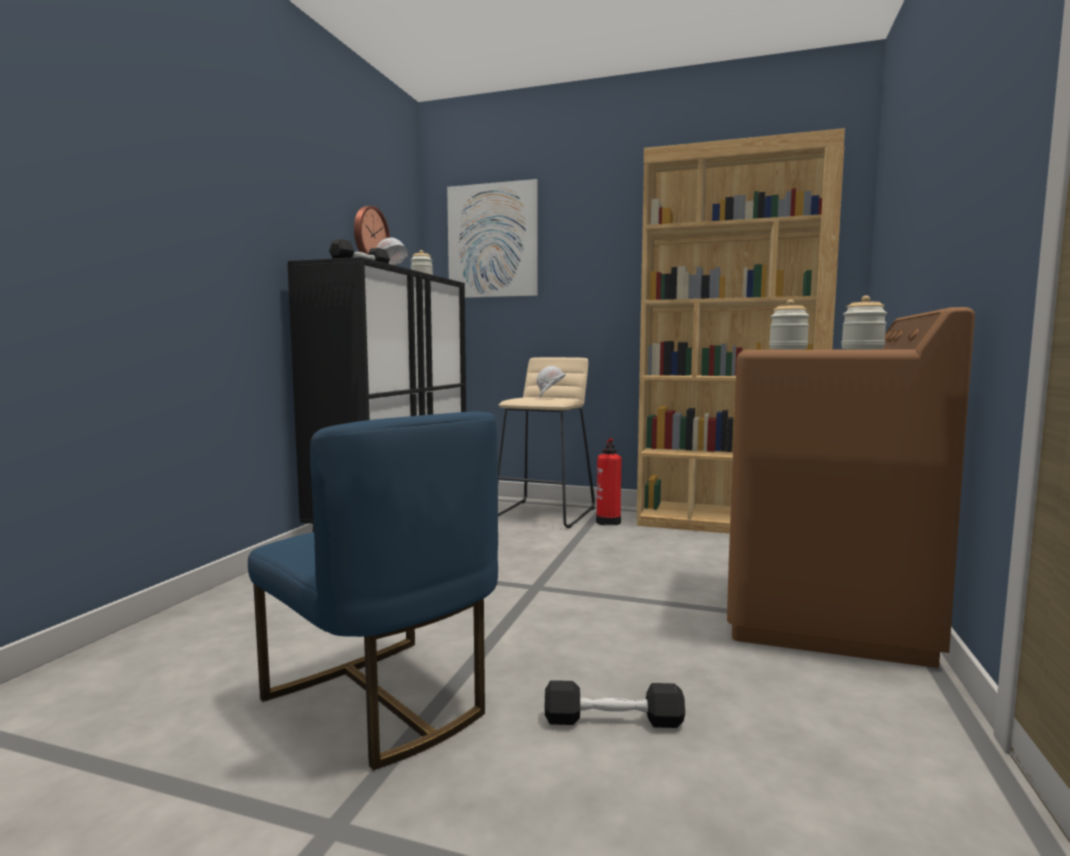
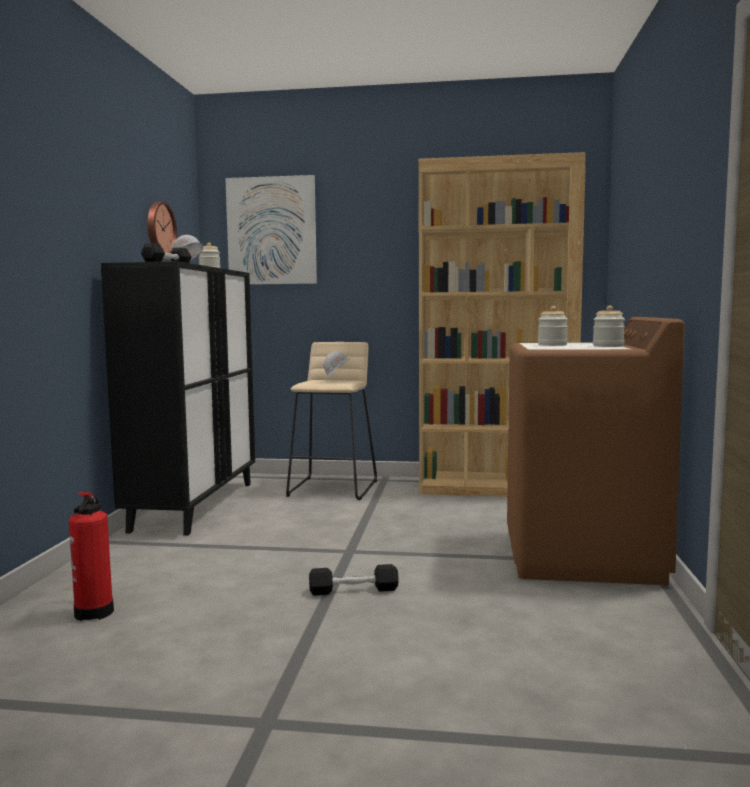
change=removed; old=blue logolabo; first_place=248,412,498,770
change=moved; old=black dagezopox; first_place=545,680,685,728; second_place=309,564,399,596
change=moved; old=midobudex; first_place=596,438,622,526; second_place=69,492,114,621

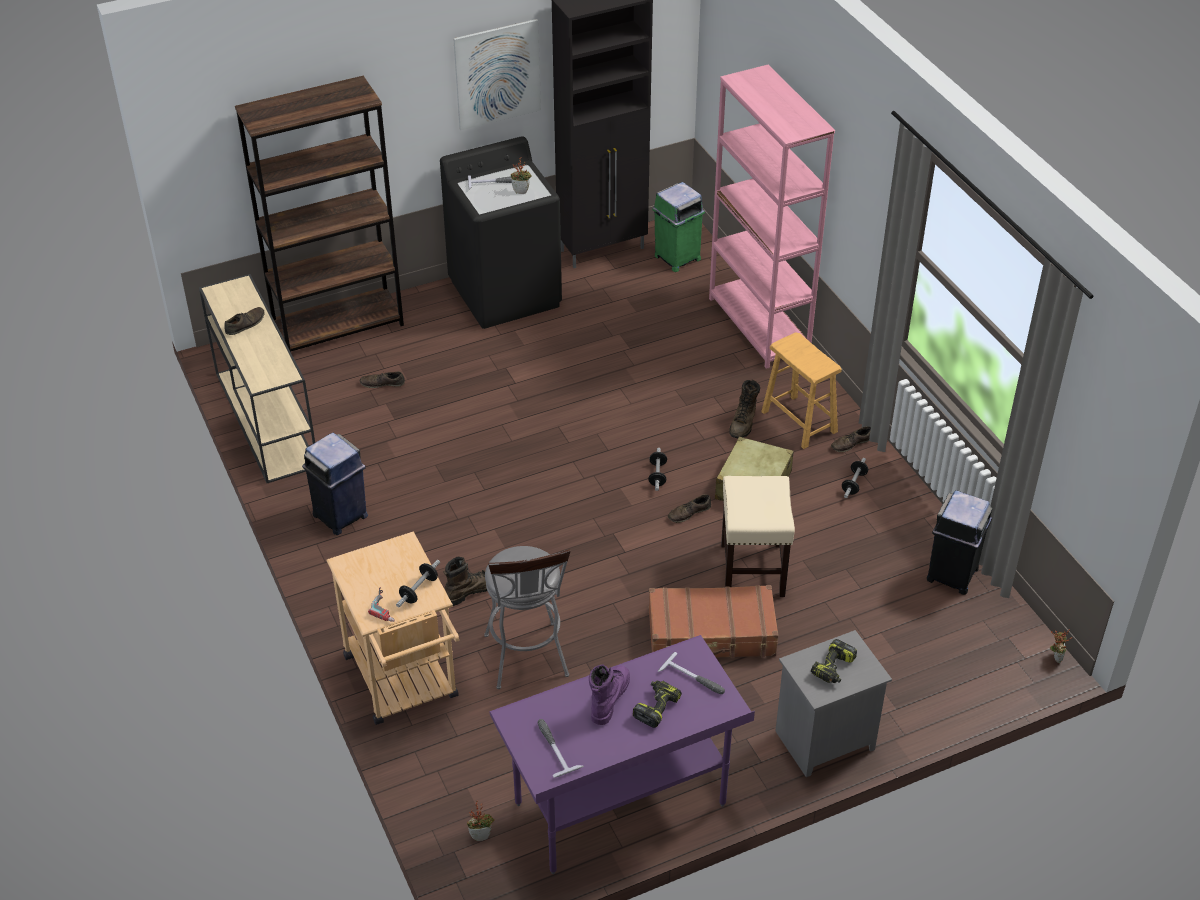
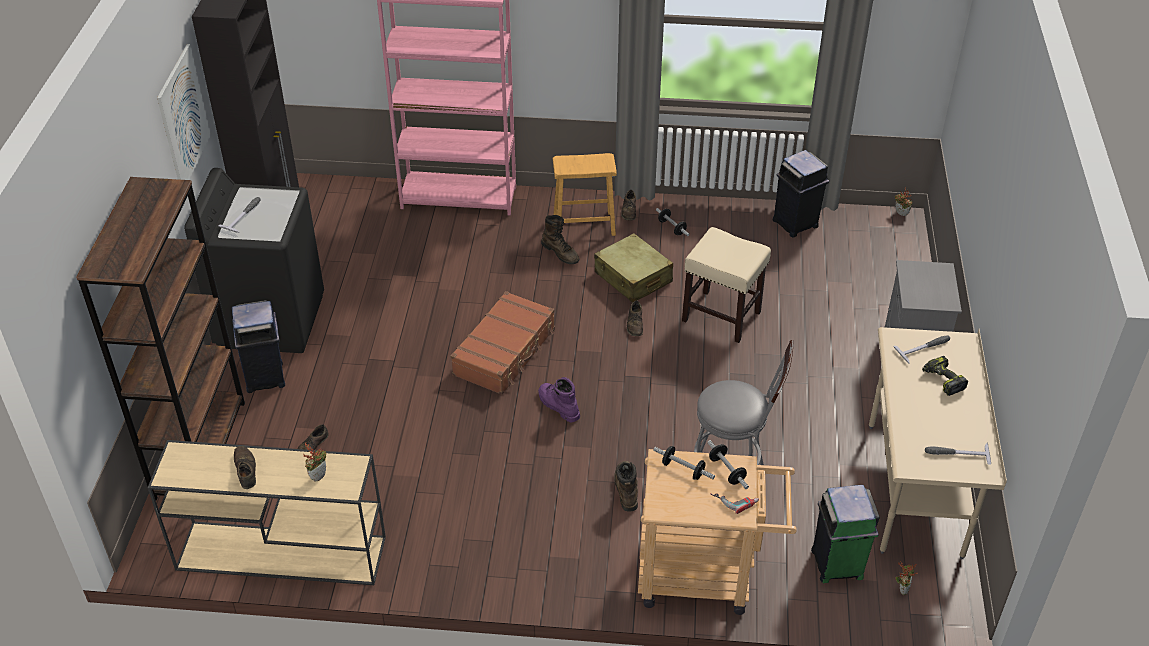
change=moved; old=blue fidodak; first_place=302,433,368,535; second_place=232,300,285,393
change=recoloured; old=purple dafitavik; new=beige dafitavik; first_place=489,635,755,874; second_place=869,327,1007,559
change=moved; old=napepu; first_place=511,157,532,194; second_place=304,442,326,482
change=moved; old=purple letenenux; first_place=589,664,630,725; second_place=538,377,580,422
change=moved; old=dagezopox; first_place=648,448,667,491; second_place=653,446,715,480
change=moved; old=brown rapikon; first_place=649,585,778,658; second_place=451,291,555,395
change=moved; old=green fidodak; first_place=652,182,705,272; second_place=811,485,880,583
change=removed; old=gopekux; first_place=811,639,857,683

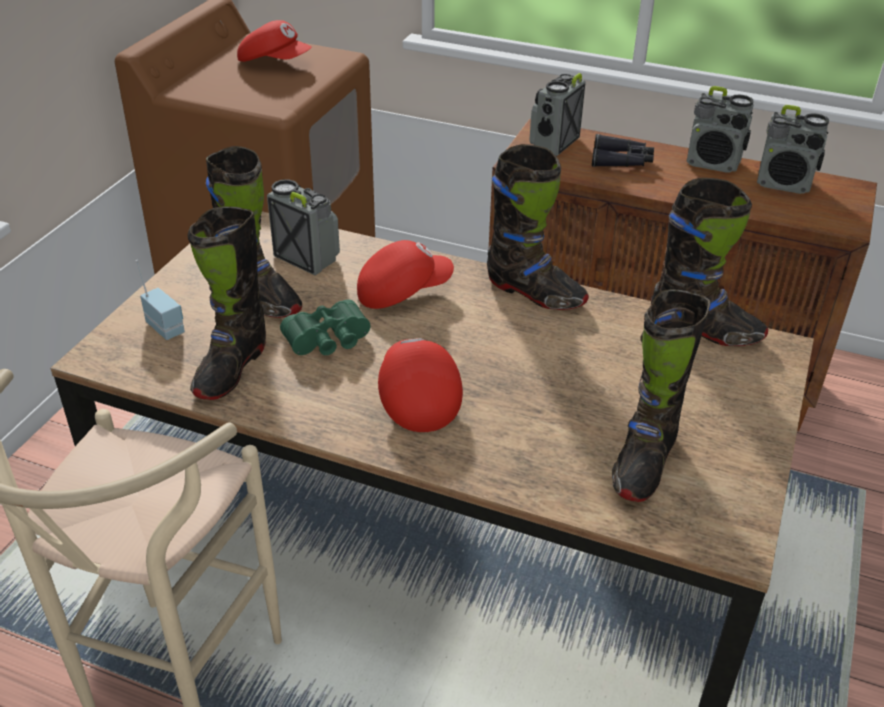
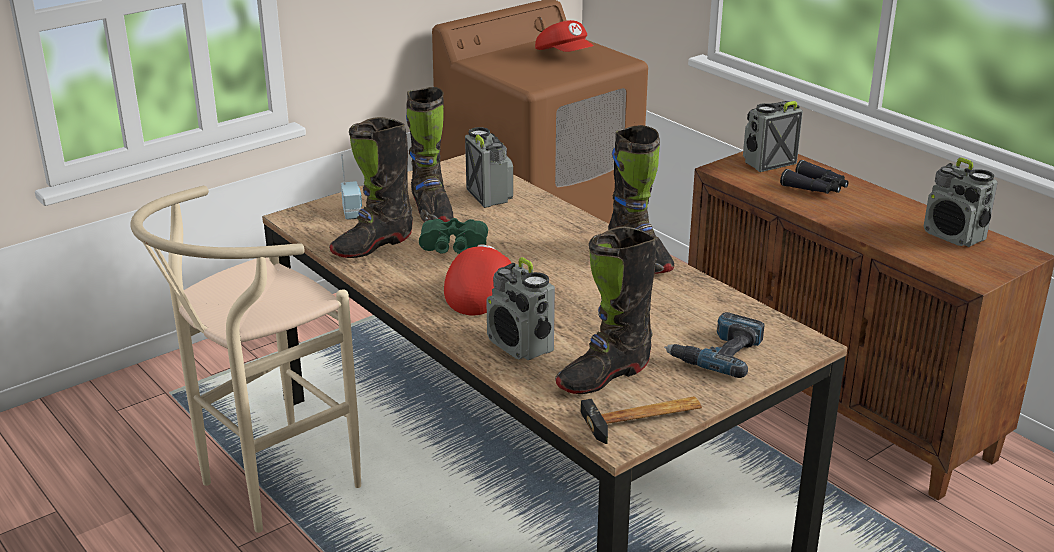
change=removed; old=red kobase; first_place=357,240,454,309
change=removed; old=black letenenux; first_place=651,178,768,346
change=moved; old=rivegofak; first_place=687,86,754,172; second_place=486,257,555,360
change=added; new=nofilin; second_place=580,396,702,444
change=added; new=gopekux; second_place=664,312,765,378

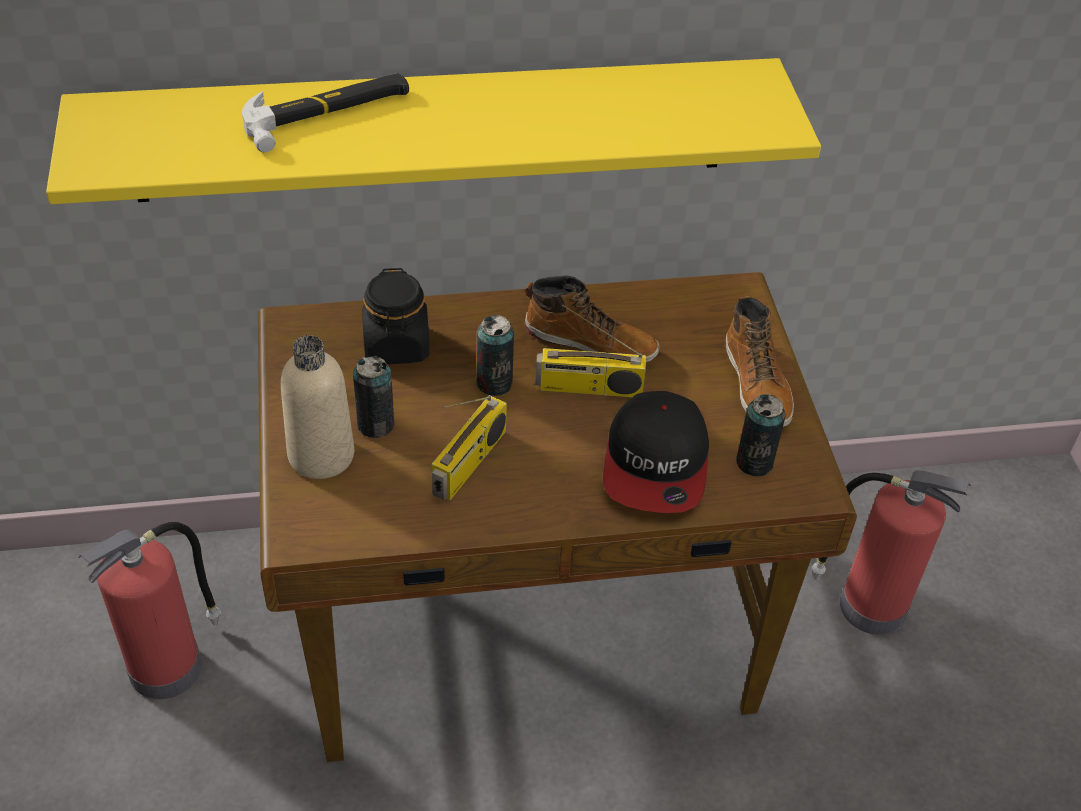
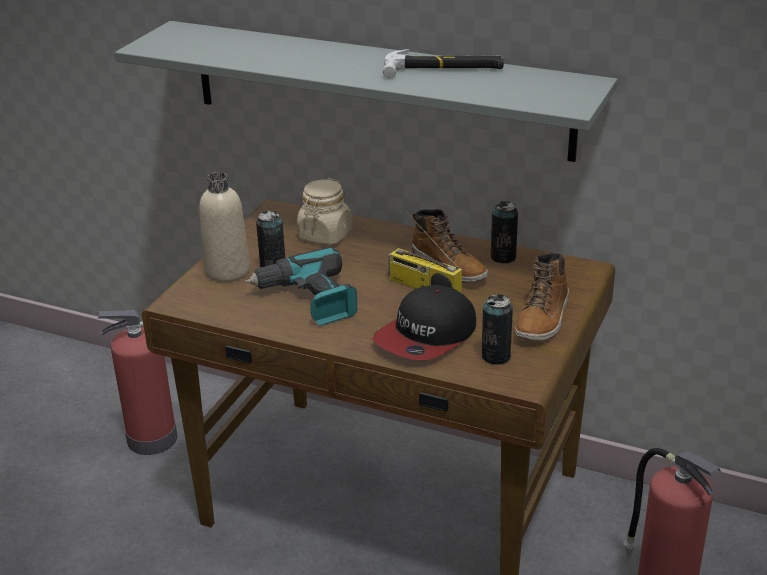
change=recoloured; old=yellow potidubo; new=grey potidubo; first_place=46,58,821,204; second_place=115,21,618,162
change=moved; old=nofilin; first_place=242,73,409,152; second_place=383,49,504,78
change=recoloured; old=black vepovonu; new=beige vepovonu; first_place=362,268,429,364; second_place=297,178,353,245
change=replaced; old=rivegofak; new=gopekux; first_place=432,395,507,500; second_place=245,247,357,325
change=moved; old=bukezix; first_place=477,315,514,396; second_place=491,201,518,263

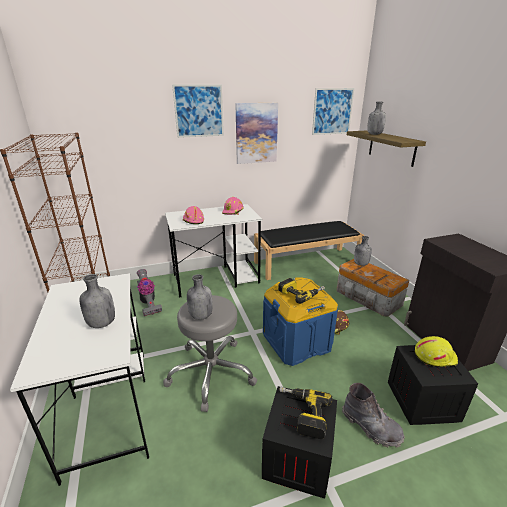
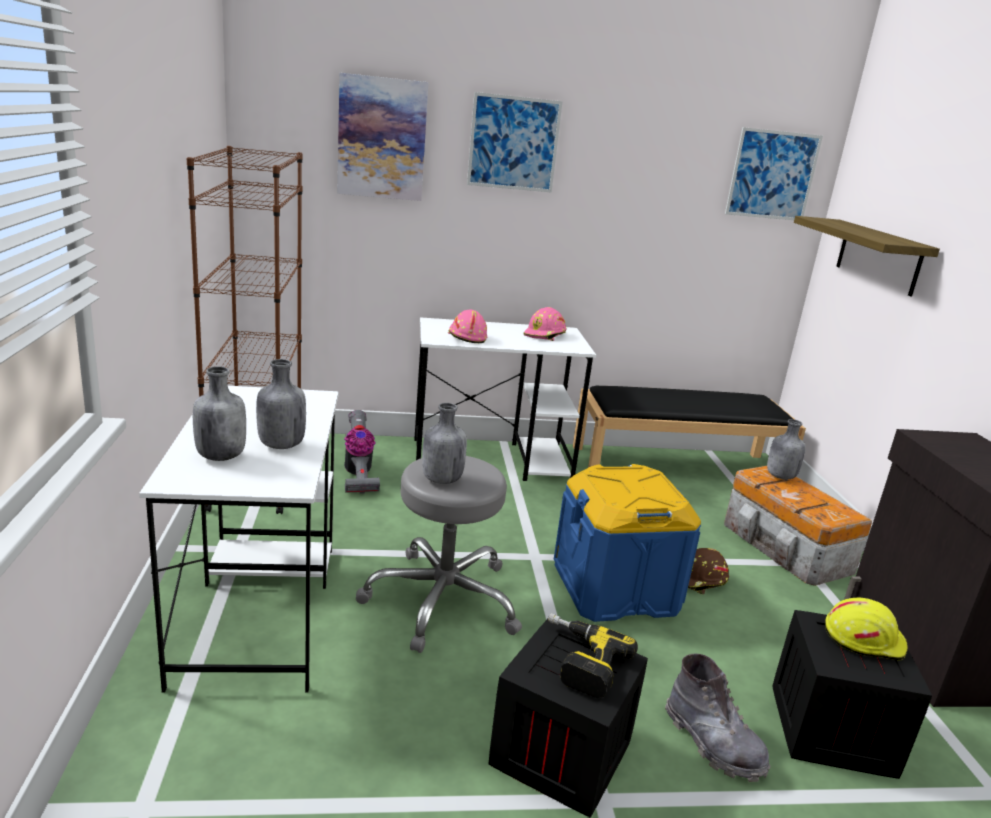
change=moved; old=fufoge; first_place=235,103,278,164; second_place=337,73,428,201
change=removed; old=gopekux; first_place=278,278,325,304
change=moved; old=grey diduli; first_place=367,102,386,135; second_place=193,366,246,461

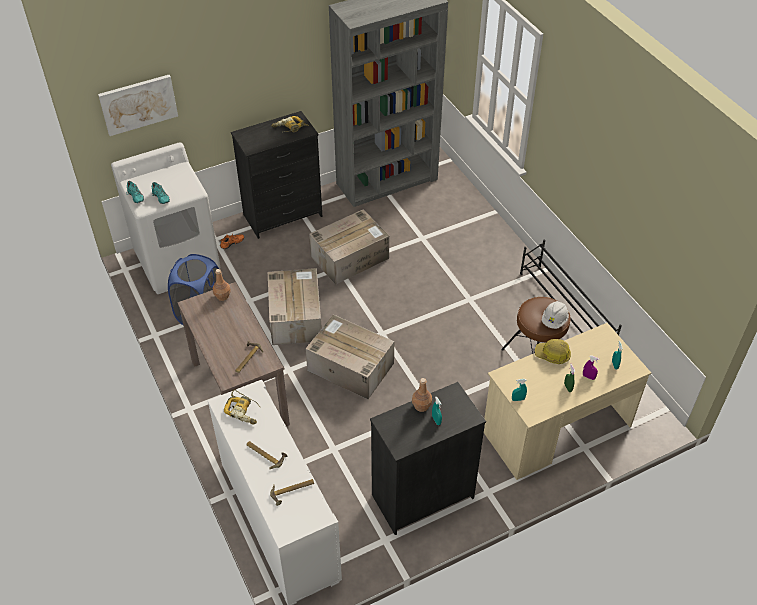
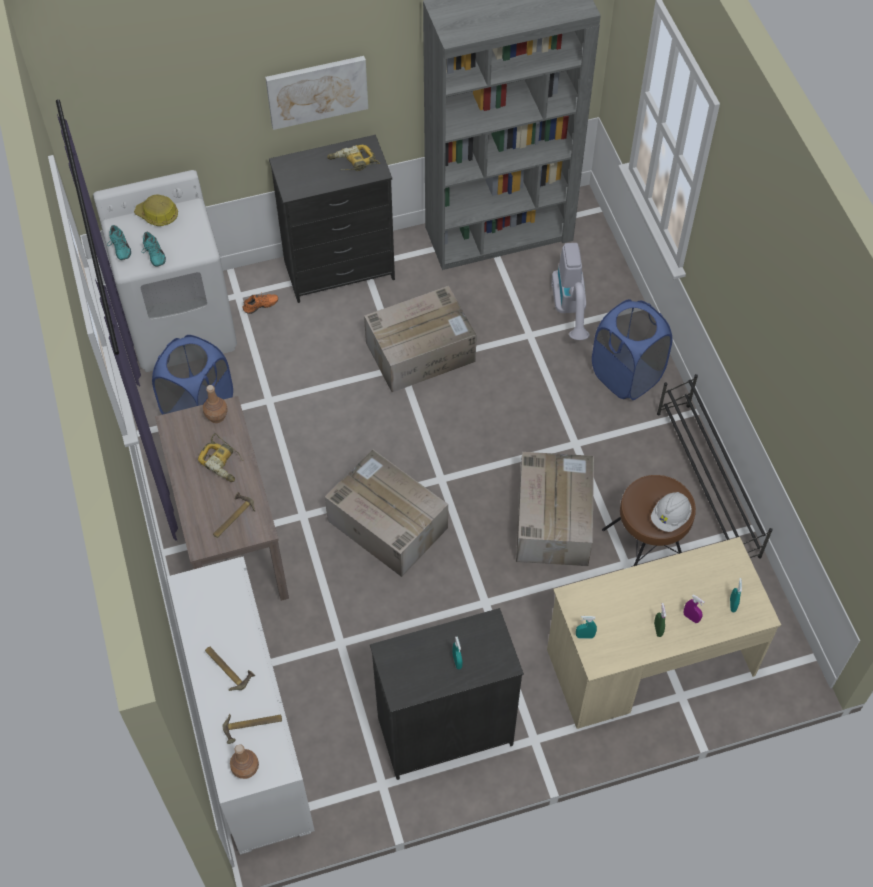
change=moved; old=fufoge; first_place=98,75,178,136; second_place=265,56,368,130
change=moved; old=gopekux; first_place=224,390,260,425; second_place=198,433,243,482
change=moved; old=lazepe; first_place=268,268,322,345; second_place=516,452,594,566
change=moved; old=brown diduli; first_place=412,378,432,412; second_place=230,744,259,779
change=moved; old=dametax; first_place=535,339,571,364; second_place=134,195,178,226
change=added; new=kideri; second_place=551,243,590,340
change=added; new=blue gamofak; second_place=592,299,672,400

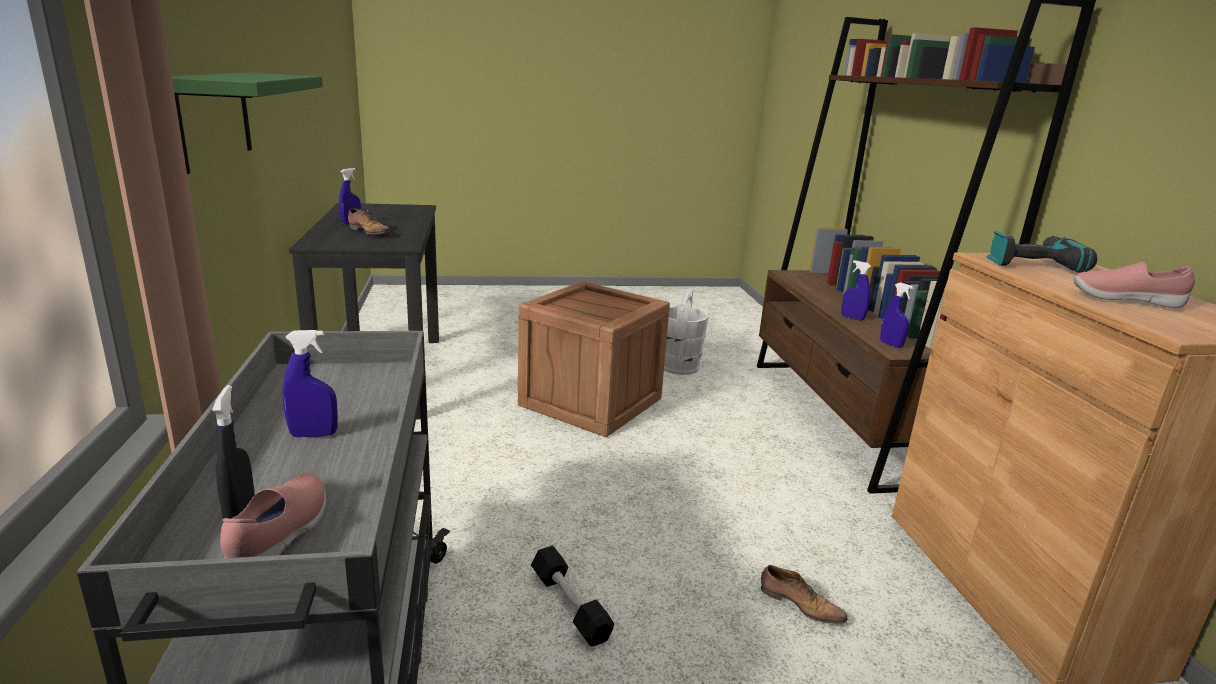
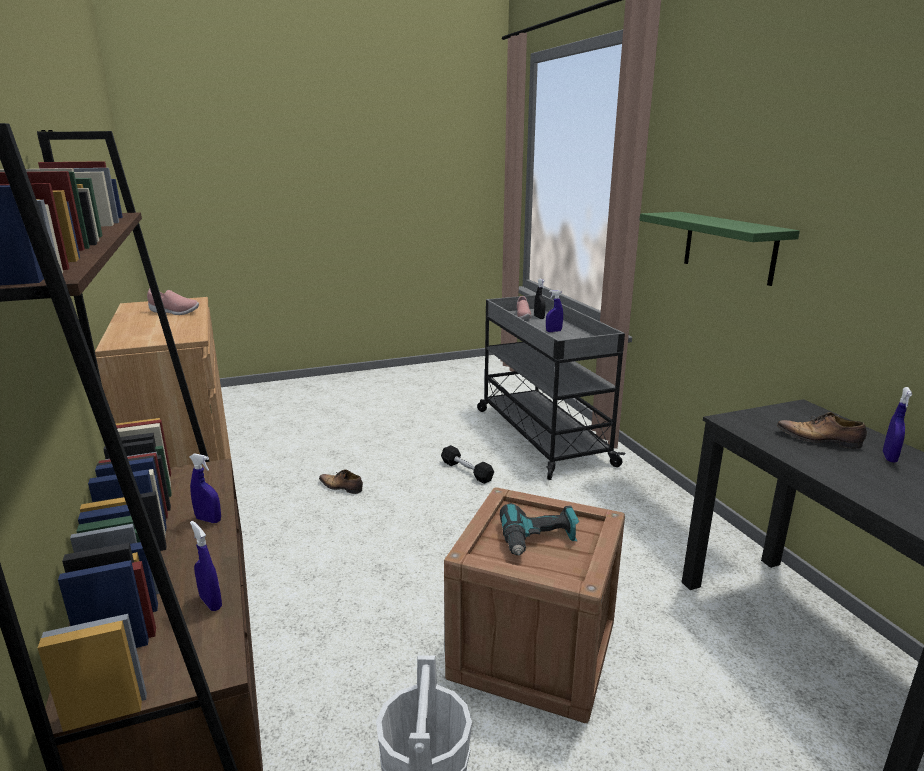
change=moved; old=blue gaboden; first_place=880,282,914,348; second_place=190,521,222,611
change=moved; old=gopekux; first_place=986,232,1097,273; second_place=500,503,579,556

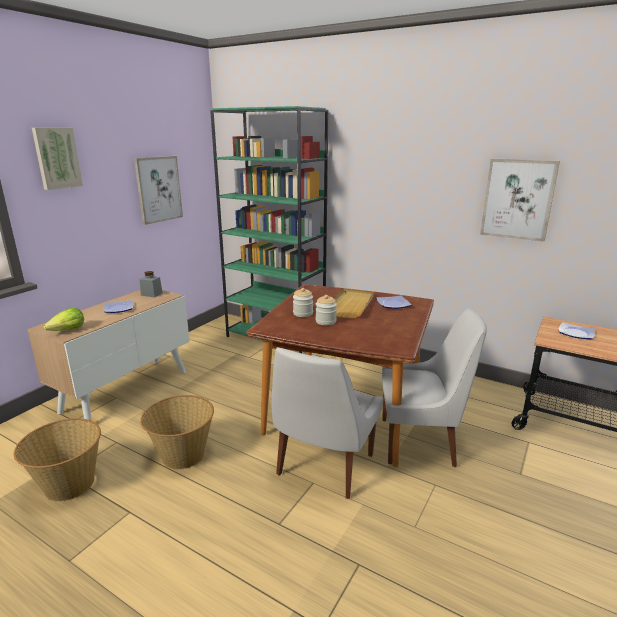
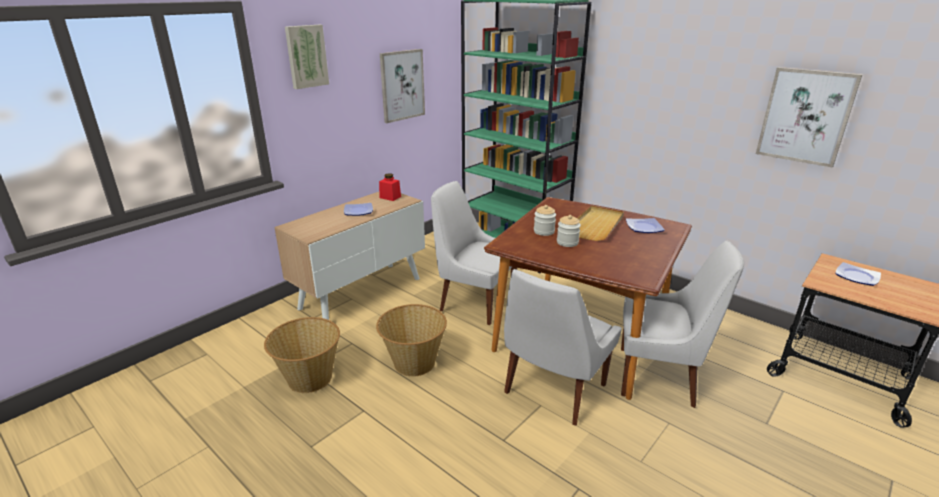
change=removed; old=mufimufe; first_place=43,308,84,331
change=recoloured; old=grey vepovonu; new=red vepovonu; first_place=139,271,163,297; second_place=379,173,401,201
change=added; new=white logolabo; second_place=431,181,517,325

